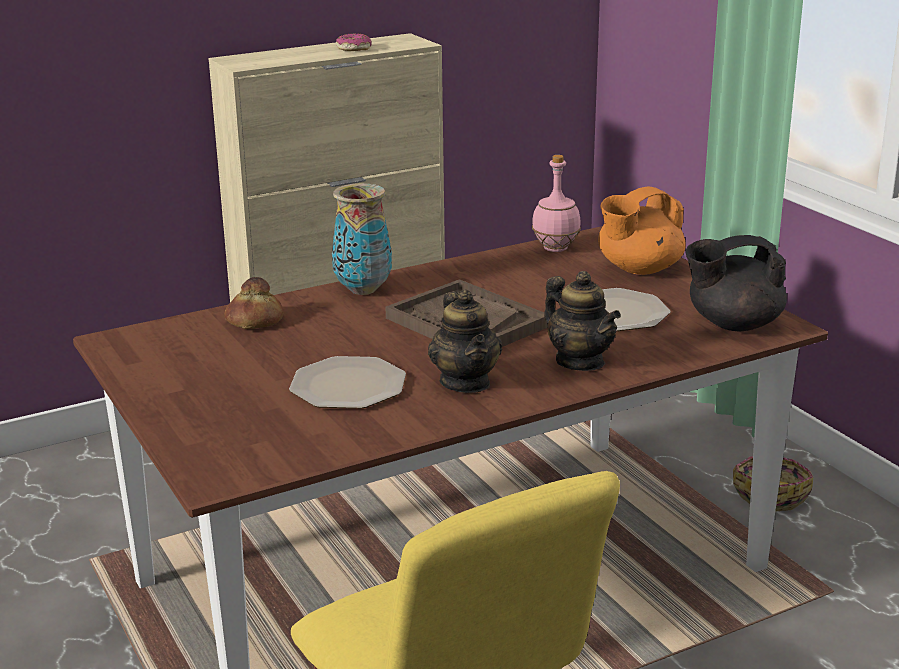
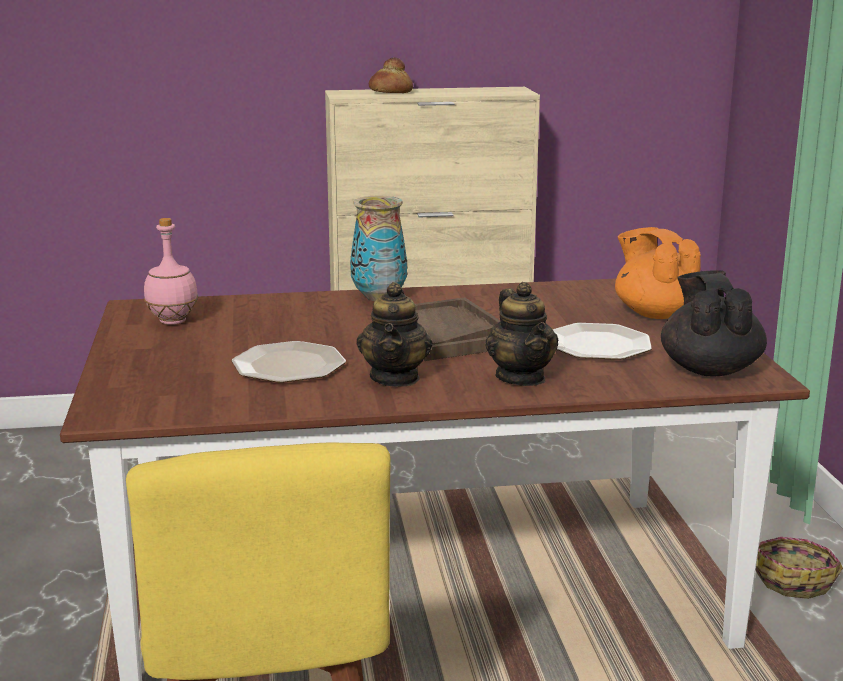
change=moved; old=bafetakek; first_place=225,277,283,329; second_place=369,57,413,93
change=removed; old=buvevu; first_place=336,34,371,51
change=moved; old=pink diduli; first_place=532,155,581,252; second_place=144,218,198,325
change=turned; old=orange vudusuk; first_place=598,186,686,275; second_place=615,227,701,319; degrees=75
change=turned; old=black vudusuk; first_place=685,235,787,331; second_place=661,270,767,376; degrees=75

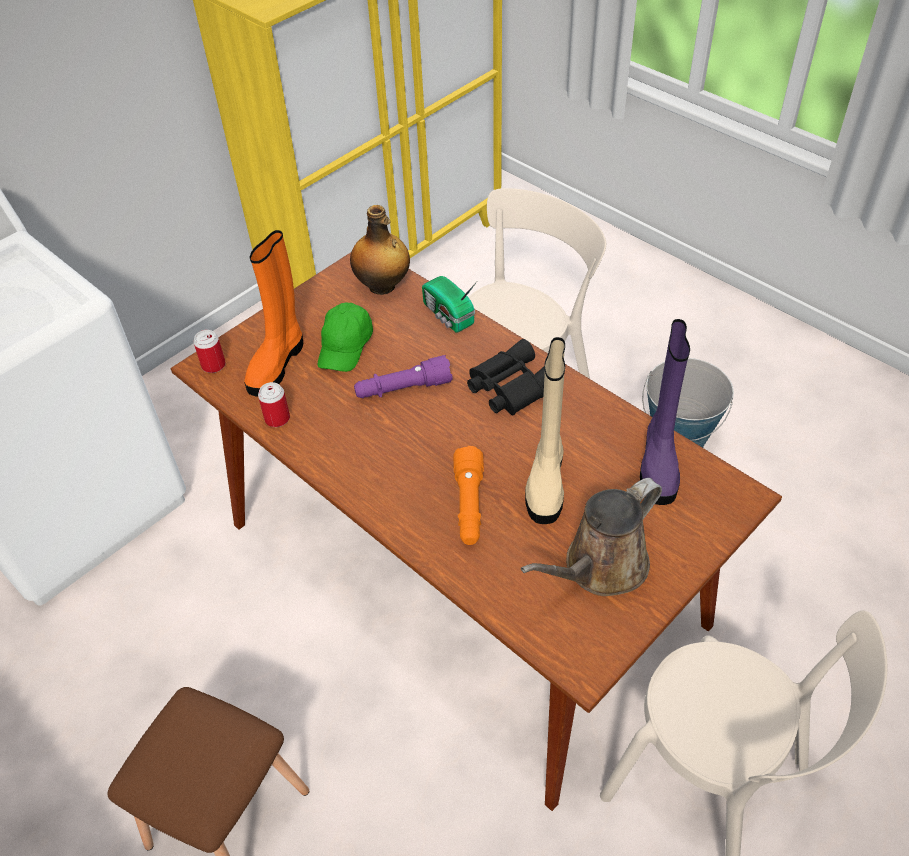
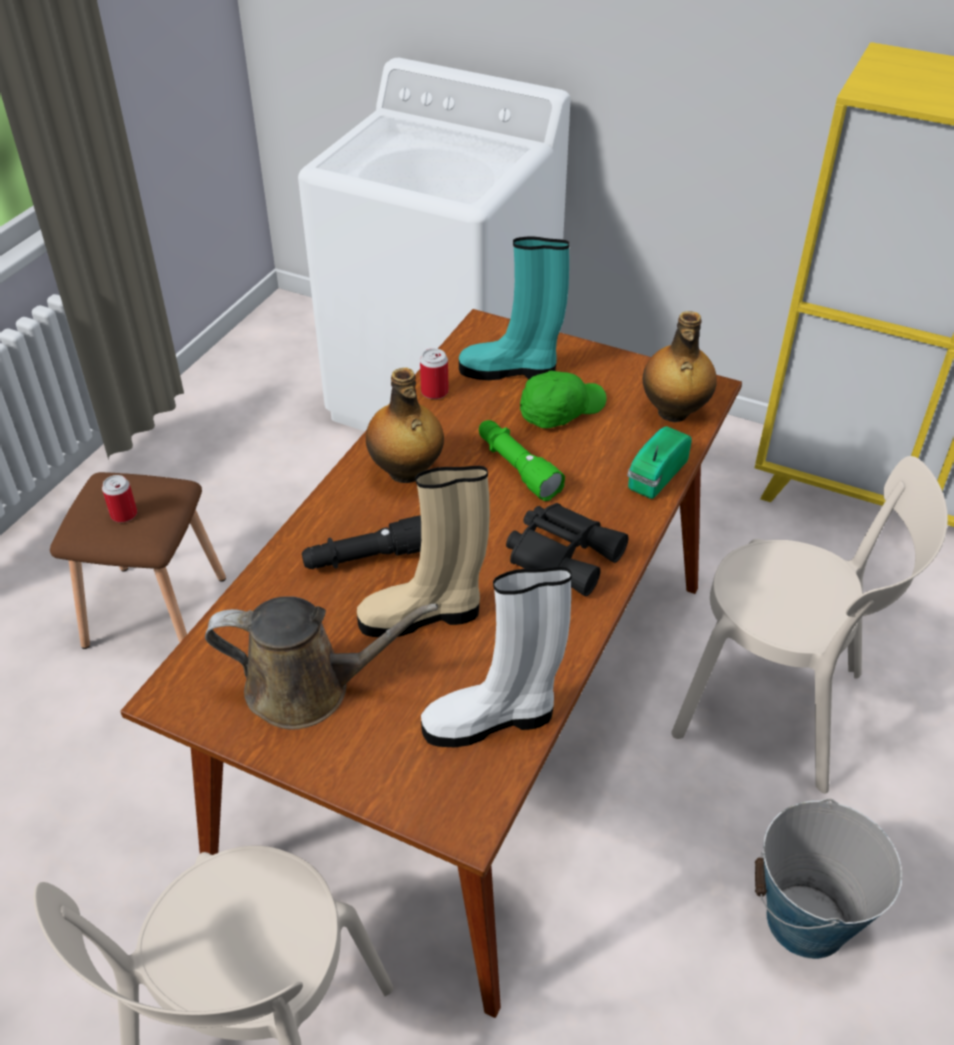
change=moved; old=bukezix; first_place=193,330,226,373; second_place=102,475,137,523
change=recoloured; old=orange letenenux; new=turquoise letenenux; first_place=244,230,303,396; second_place=459,236,569,380
change=turned; old=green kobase; first_place=317,303,373,372; second_place=520,371,607,428; degrees=150
change=recoloured; old=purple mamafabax; new=green mamafabax; first_place=354,355,453,398; second_place=479,420,565,501
change=recoloured; old=orange mamafabax; new=black mamafabax; first_place=453,446,484,545; second_place=302,515,421,569
change=turned; old=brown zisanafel; first_place=521,478,662,596; second_place=205,596,438,730; degrees=150
change=recoloured; old=purple letenenux; new=white letenenux; first_place=640,319,690,505; second_place=421,567,572,748
change=added; new=diduli; second_place=366,368,444,483

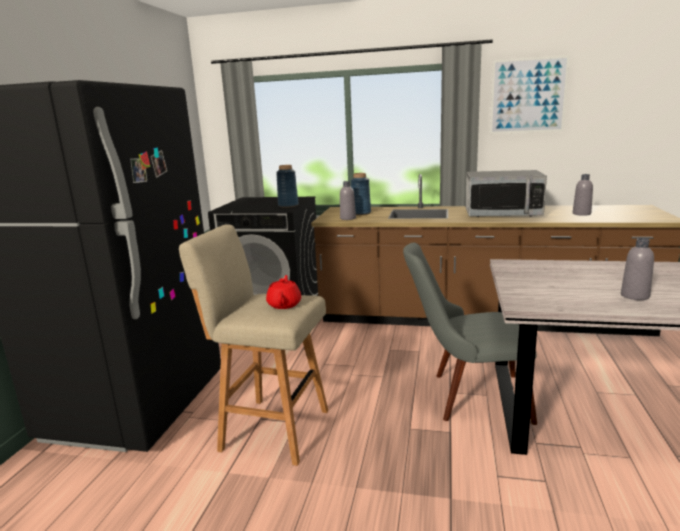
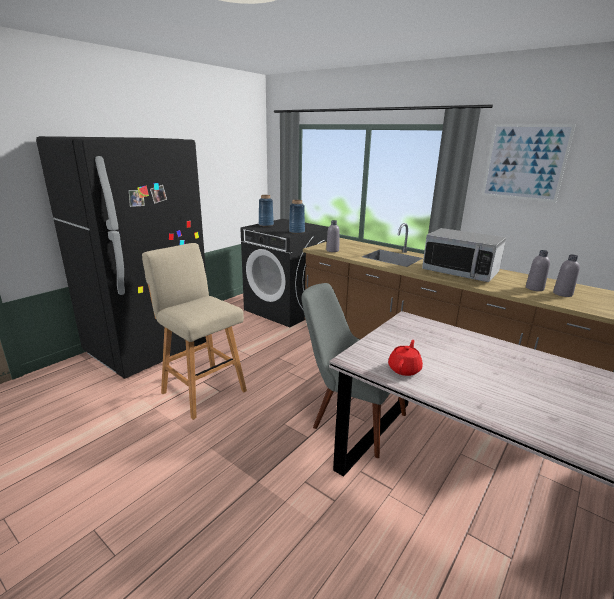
change=moved; old=red vudusuk; first_place=266,275,301,309; second_place=388,340,423,376
change=moved; old=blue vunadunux; first_place=351,173,371,215; second_place=259,195,274,227
change=moved; old=grey diduli; first_place=621,238,654,300; second_place=553,254,580,297

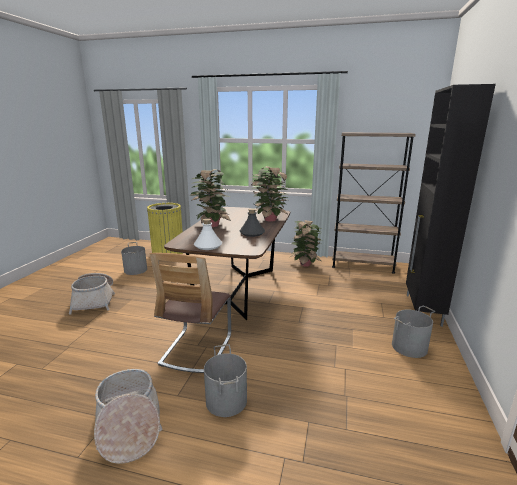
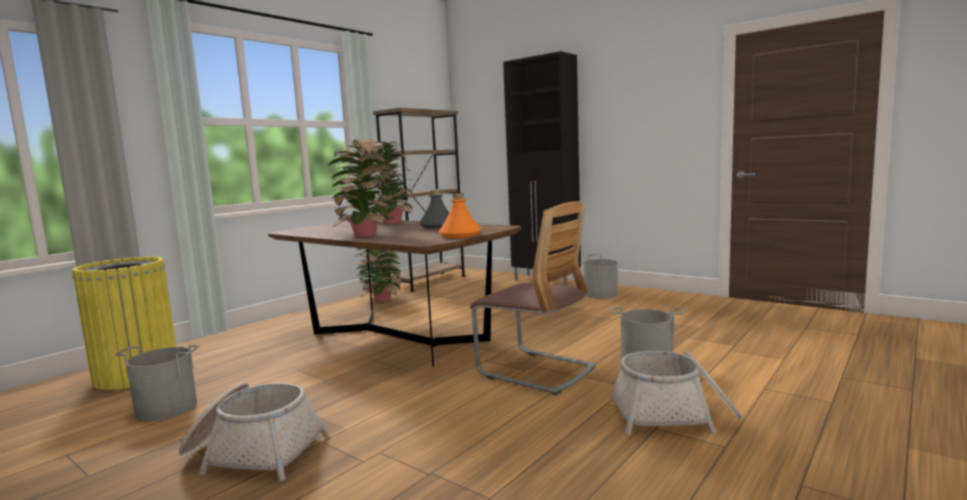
change=recoloured; old=white diduli; new=orange diduli; first_place=194,219,222,250; second_place=439,193,482,238

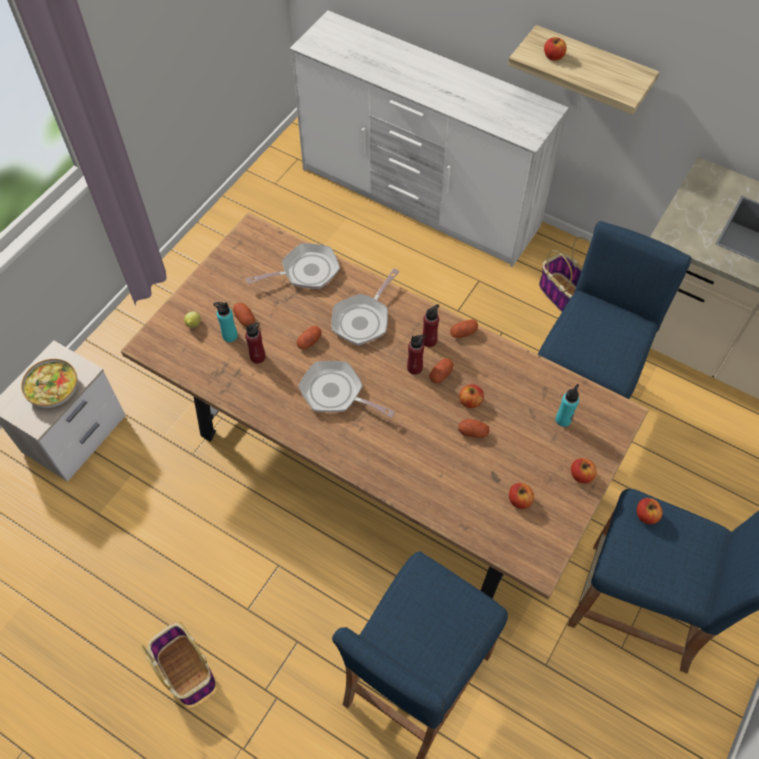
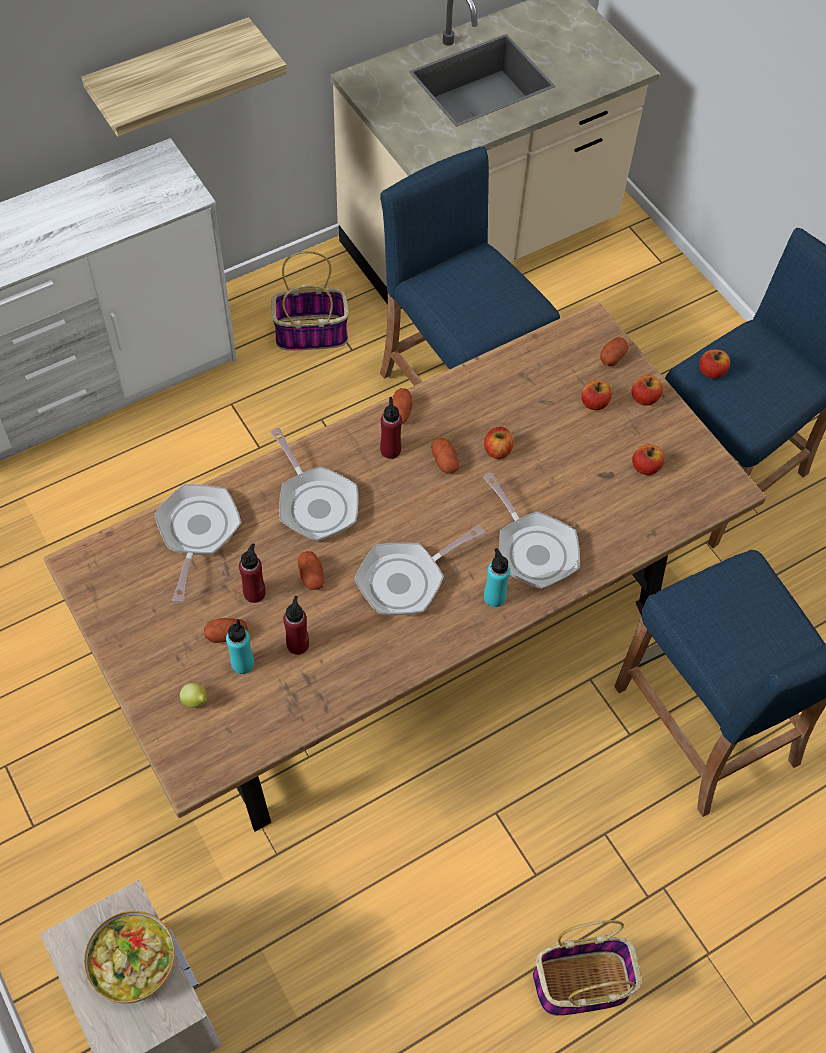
change=moved; old=red diduli; first_place=407,335,425,375; second_place=239,544,266,603
change=moved; old=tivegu; first_place=459,419,490,438; second_place=600,337,628,366
change=moved; old=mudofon; first_place=544,37,567,61; second_place=581,380,612,410
change=moved; old=turquoise diduli; first_place=556,384,579,427; second_place=484,548,510,607
change=added; new=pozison; second_place=483,472,580,589

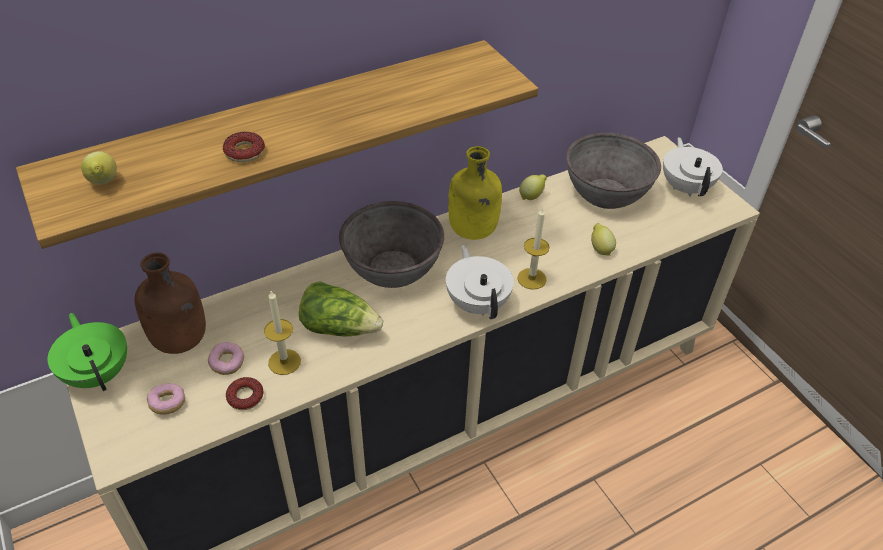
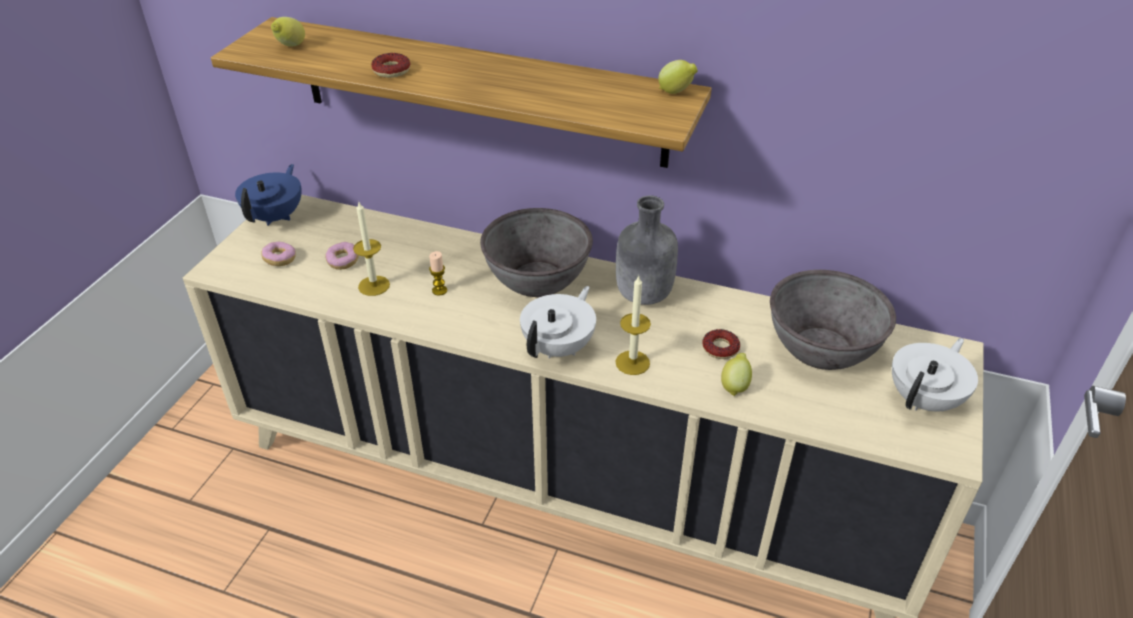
change=recoloured; old=green vudusuk; new=blue vudusuk; first_place=48,313,127,391; second_place=235,164,301,226
change=removed; old=brown diduli; first_place=135,252,206,354
change=moved; old=buvevu; first_place=226,377,263,410; second_place=702,329,740,359
change=replaced; old=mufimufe; new=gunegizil; first_place=299,281,383,336; second_place=429,251,447,296
change=recoloured; old=yellow diduli; new=grey diduli; first_place=448,146,502,240; second_place=616,195,678,305
change=moved; old=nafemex; first_place=519,174,547,200; second_place=658,60,698,94

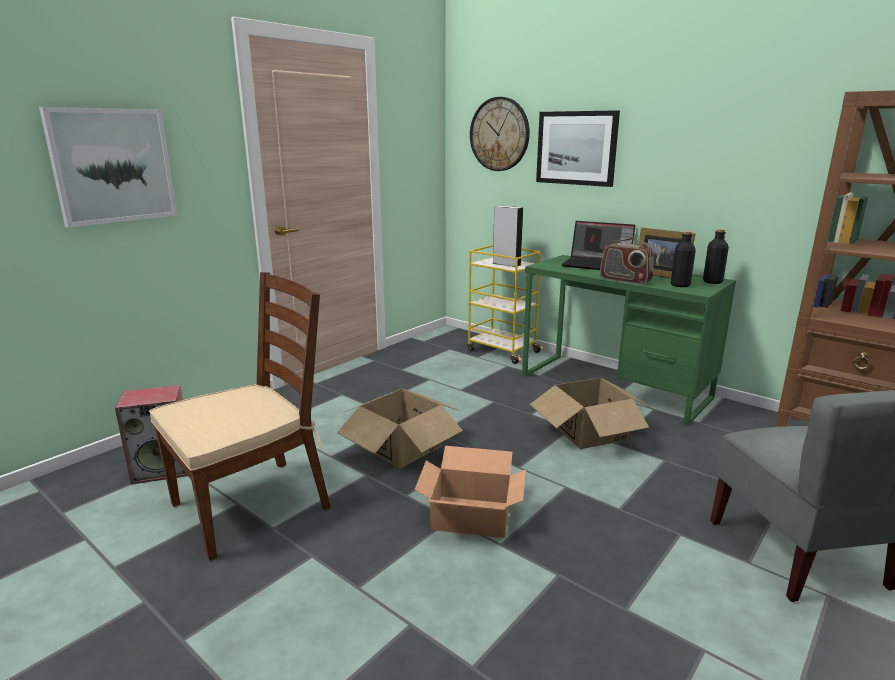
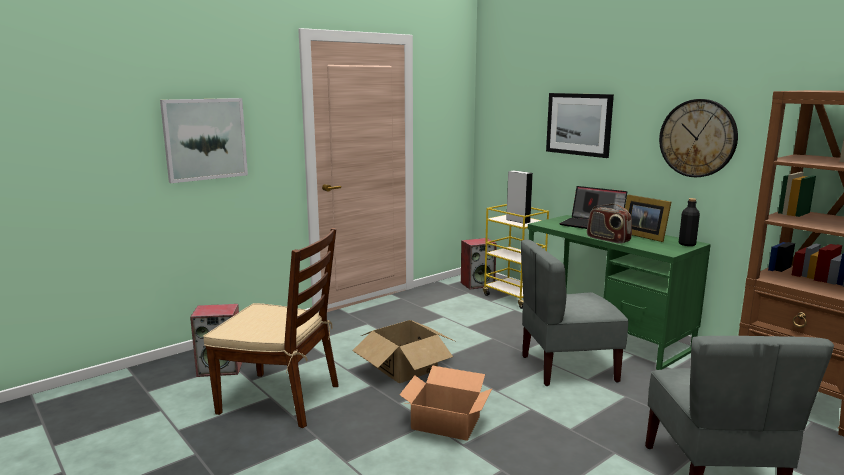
change=turned; old=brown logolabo; first_place=149,272,331,561; second_place=203,228,339,428; degrees=45
change=moved; old=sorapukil; first_place=470,97,530,171; second_place=659,99,738,177
change=replaced; old=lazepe; new=grey logolabo; first_place=530,378,653,449; second_place=521,240,628,386
change=removed; old=black diduli; first_place=671,231,696,287
change=added; new=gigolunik; second_place=461,238,497,290

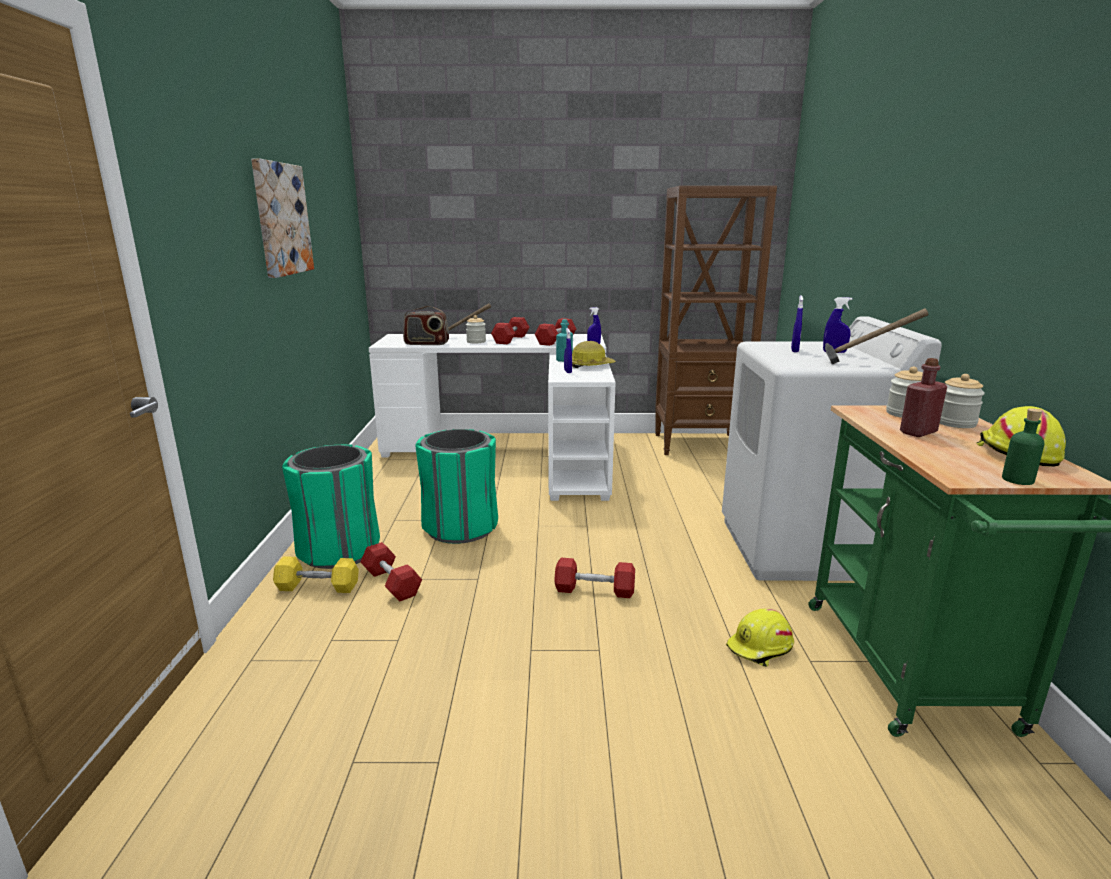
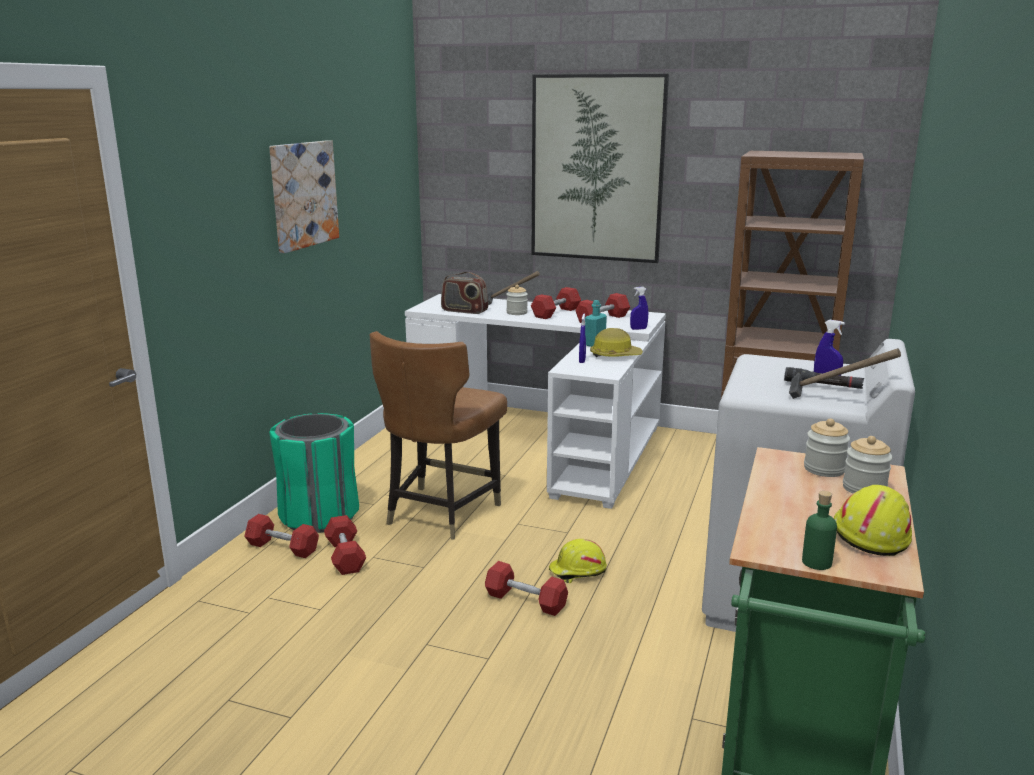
change=recoloured; old=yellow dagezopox; new=red dagezopox; first_place=273,556,359,593; second_place=244,514,319,558
change=replaced; old=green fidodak; new=brown logolabo; first_place=415,429,498,544; second_place=370,331,507,539
change=moved; old=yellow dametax; first_place=726,609,794,667; second_place=549,539,607,583
change=removed; old=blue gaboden; first_place=791,295,803,352
change=removed; old=red diduli; first_place=900,358,947,437
change=added; new=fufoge; second_place=532,74,669,263
change=added; new=black mamafabax; second_place=784,367,864,389

